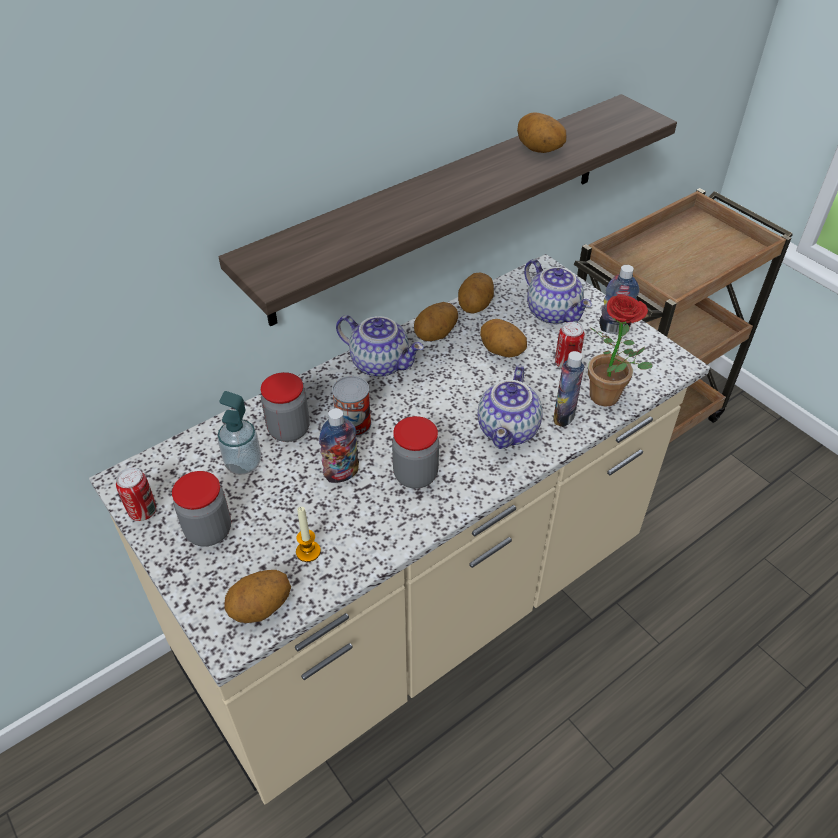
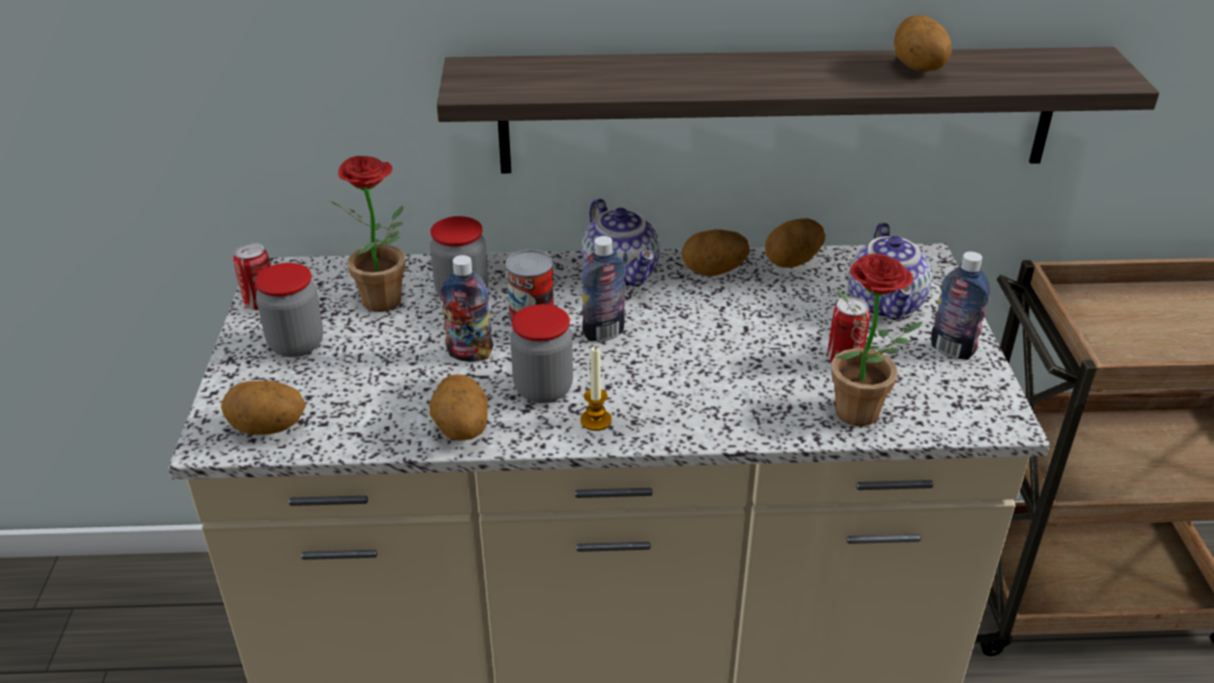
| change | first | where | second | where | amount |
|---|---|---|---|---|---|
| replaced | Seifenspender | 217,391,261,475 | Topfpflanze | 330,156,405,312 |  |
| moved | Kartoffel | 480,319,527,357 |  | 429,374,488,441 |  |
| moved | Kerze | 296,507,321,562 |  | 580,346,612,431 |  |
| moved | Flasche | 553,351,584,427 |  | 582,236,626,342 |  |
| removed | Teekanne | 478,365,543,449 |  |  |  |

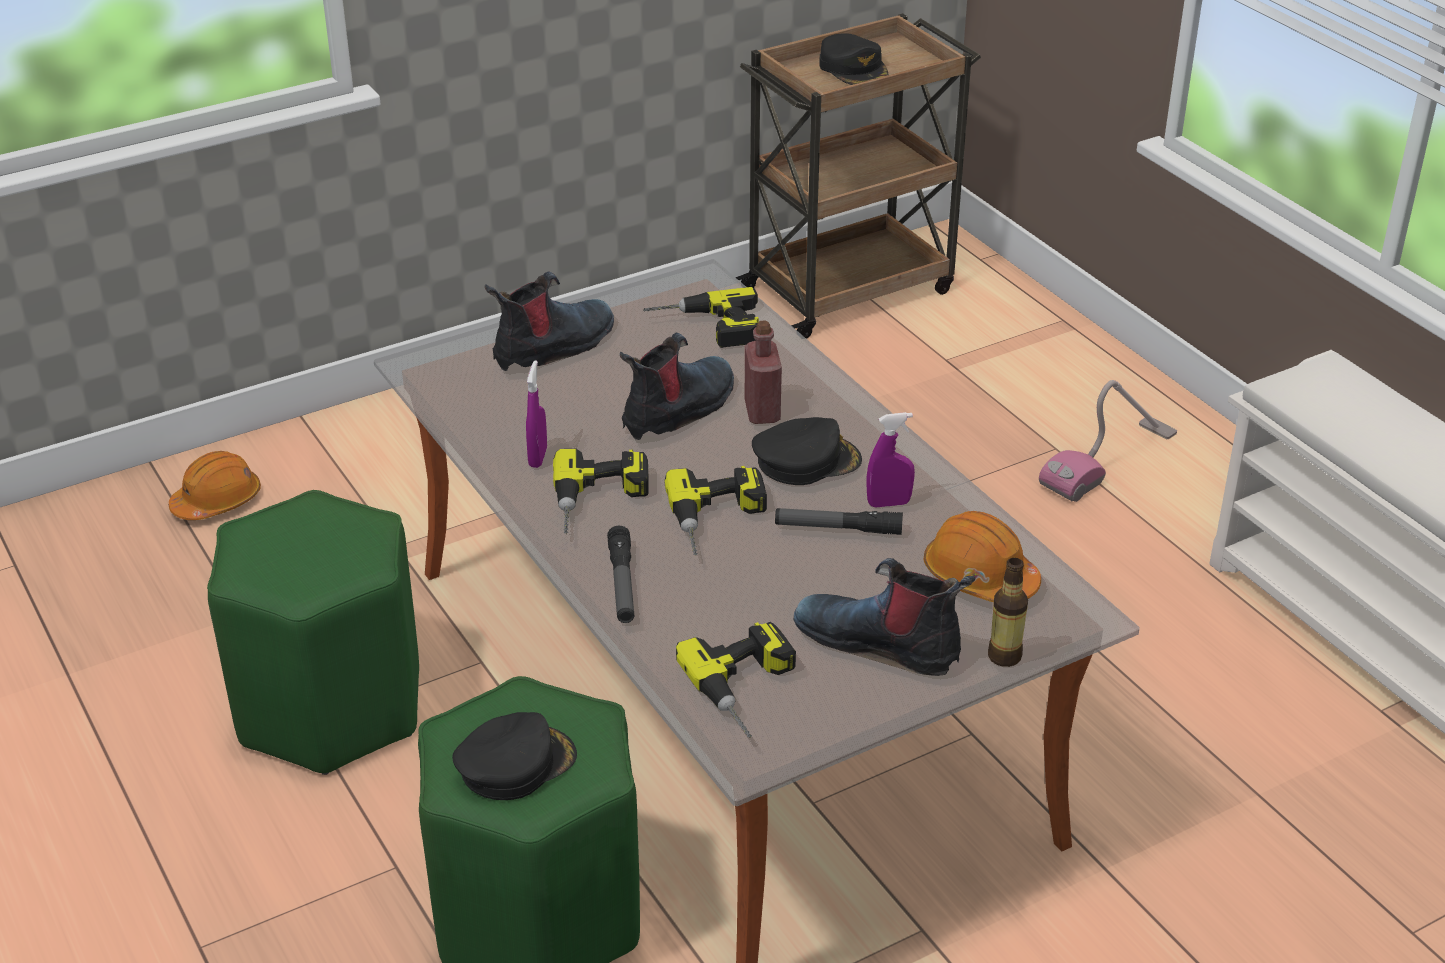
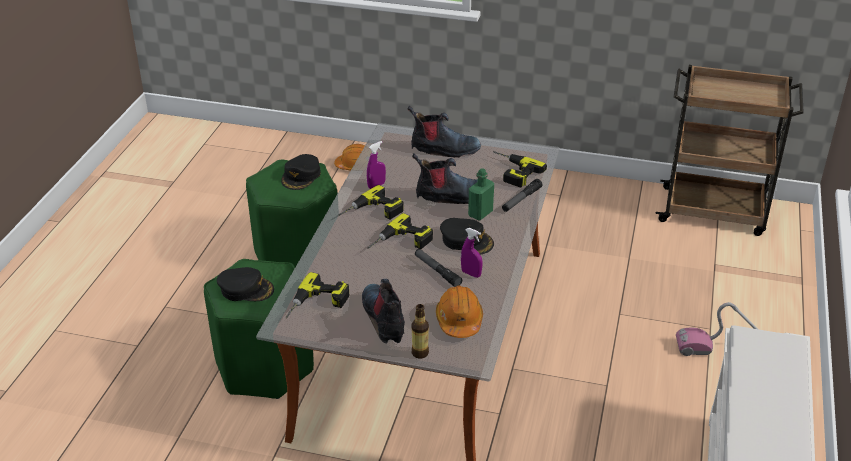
| change | first | where | second | where | amount |
|---|---|---|---|---|---|
| moved | Kappe (schwarz) | 819,34,889,85 |  | 281,154,321,190 |  |
| recoloured | Flasche (rot) | 745,320,782,424 | Flasche (grün) | 468,168,494,221 |  |
| moved | Taschenlampe | 607,526,634,623 |  | 502,179,542,212 |  |

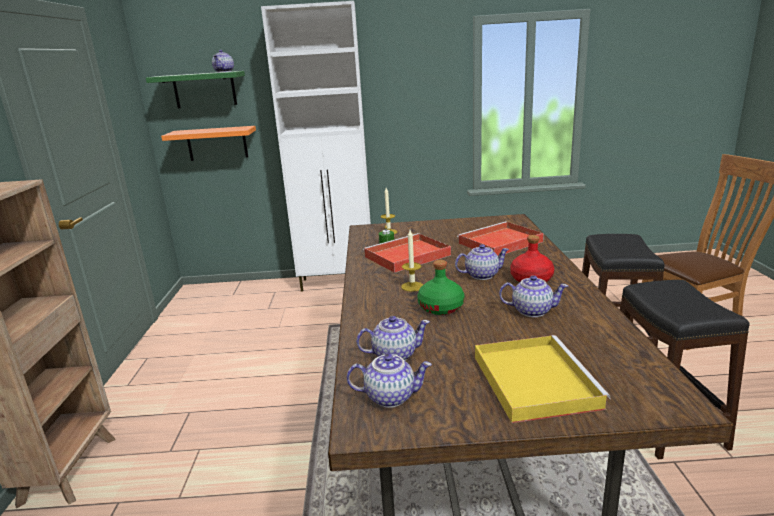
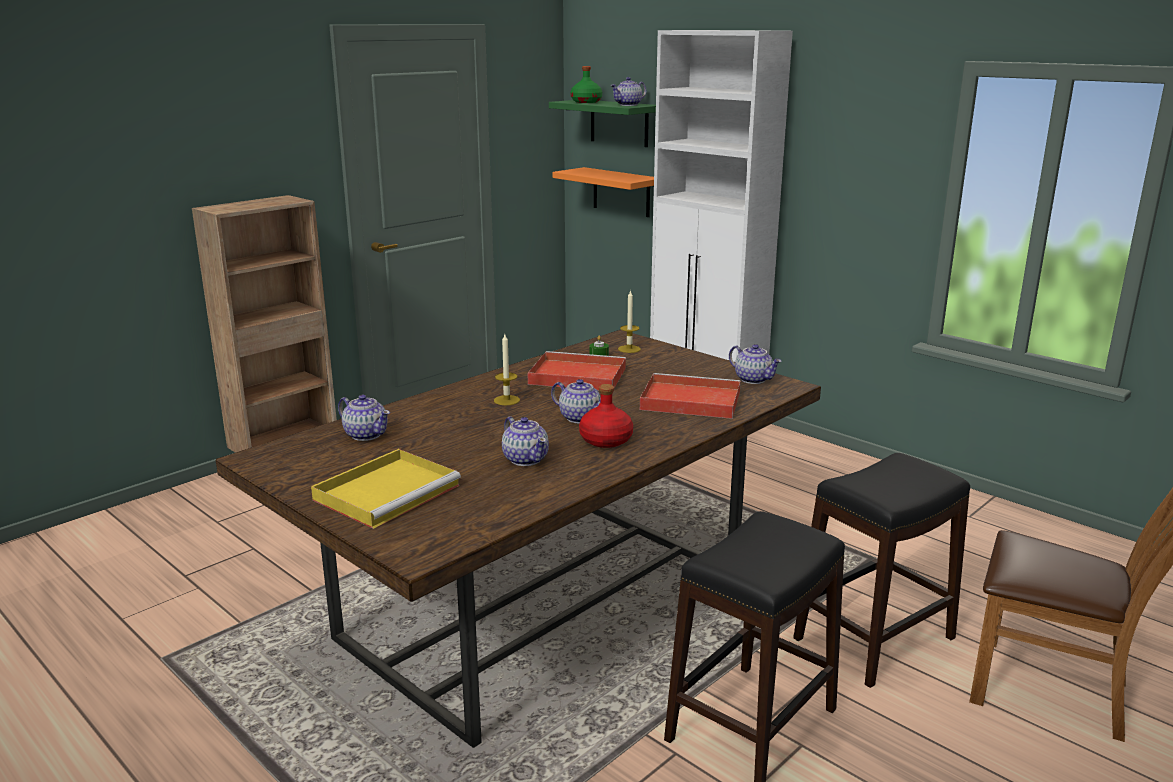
| change | first | where | second | where | amount |
|---|---|---|---|---|---|
| moved | Flasche (grün) | 417,260,464,315 |  | 571,66,602,103 |  |
| moved | Teekanne | 347,353,432,408 |  | 729,344,782,384 |  |

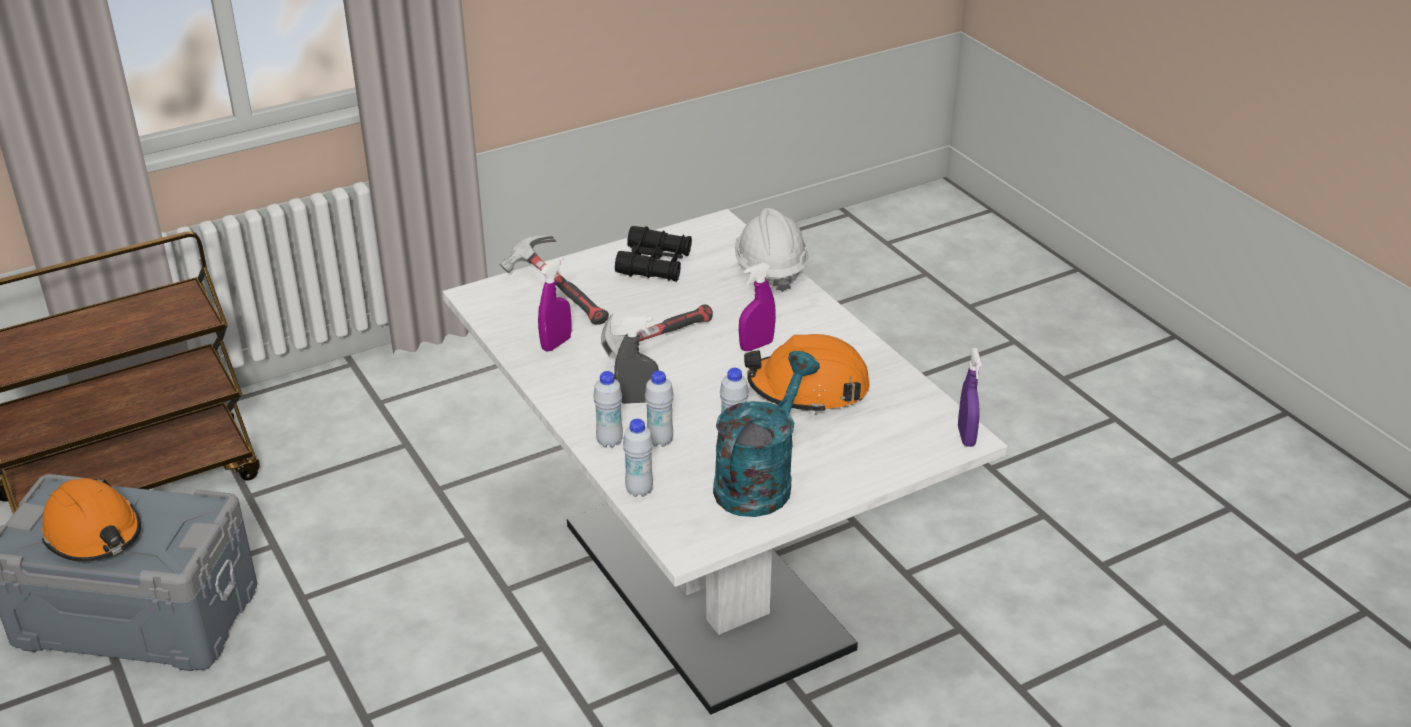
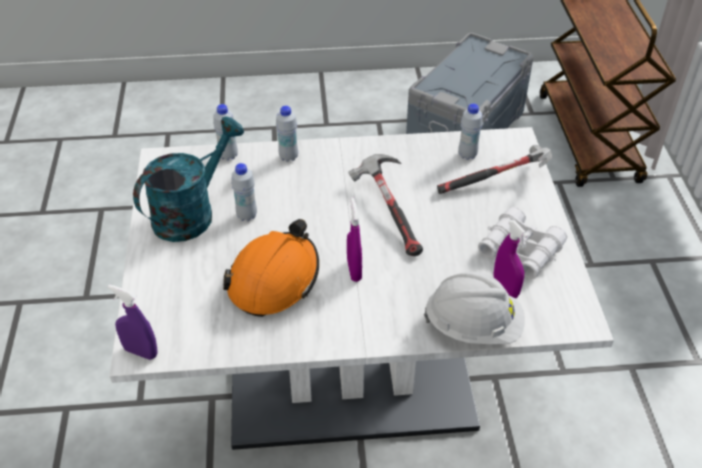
| change | first | where | second | where | amount |
|---|---|---|---|---|---|
| turned | Gießkanne (türkis) | 713,351,820,517 |  | 133,117,244,242 | 105 degrees counterclockwise |
| moved | Flasche (weiß) | 645,371,674,447 |  | 458,103,483,160 |  |
| recoloured | Fernglas (schwarz) | 615,226,692,282 | Fernglas (weiß) | 478,207,567,279 |  |
| moved | Sprühflasche (lila) | 538,257,571,352 |  | 494,220,529,298 |  |
| removed | Schutzhelm (orange) | 42,478,141,562 |  |  |  |
| removed | Sprühflasche (grau) | 614,316,659,404 |  |  |  |

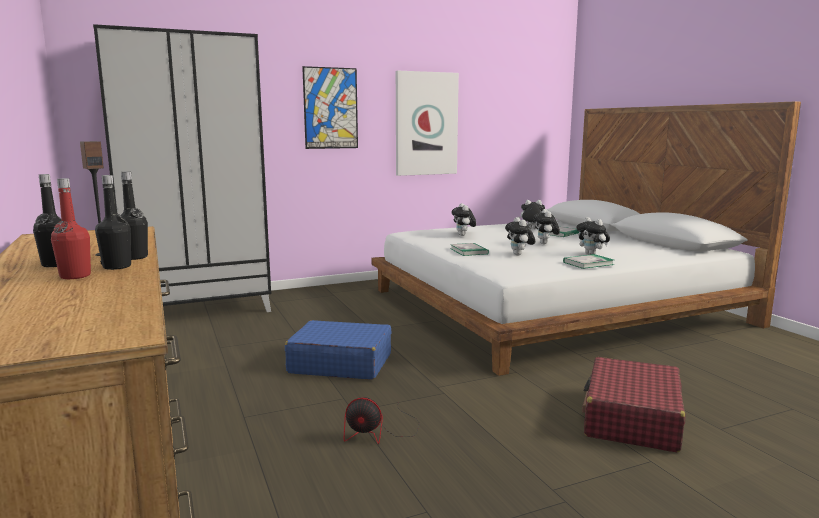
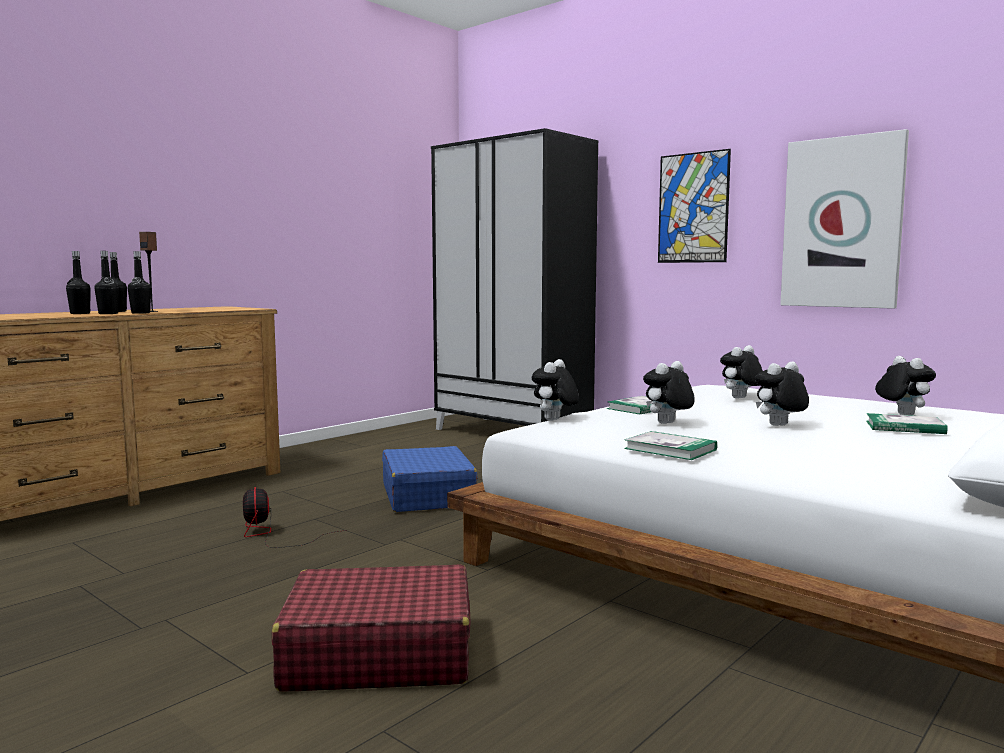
| change | first | where | second | where | amount |
|---|---|---|---|---|---|
| recoloured | Flasche (rot) | 51,178,91,279 | Flasche (schwarz) | 66,251,91,314 |  |
| moved | Plüschtier | 576,217,610,255 |  | 532,359,579,421 |  |

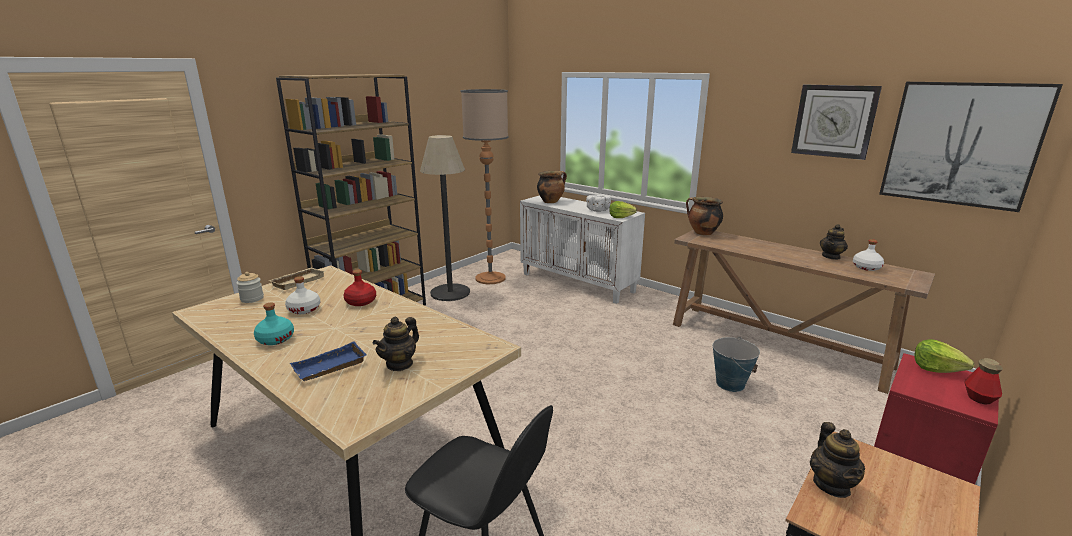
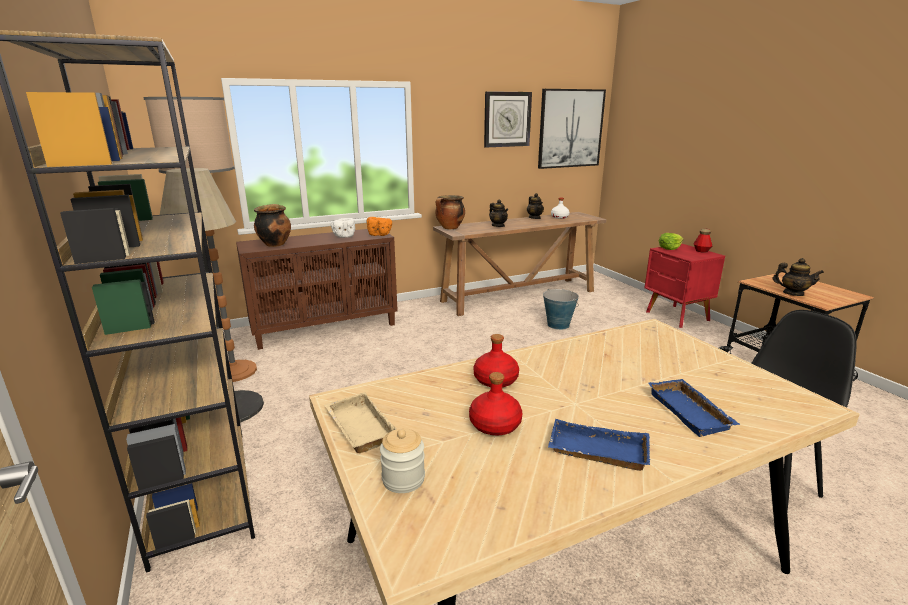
| change | first | where | second | where | amount |
|---|---|---|---|---|---|
| recoloured | Schrank (weiß) | 520,195,645,304 | Schrank (braun) | 236,229,398,350 |  |
| replaced | Salatkopf | 609,201,637,218 | Schüssel (orange) | 366,217,392,236 |  |
| recoloured | Flasche (weiß) | 285,276,320,314 | Flasche (rot) | 469,372,522,435 |  |
| moved | Teekanne | 373,317,419,371 |  | 489,200,508,227 |  |
| replaced | Flasche (türkis) | 254,303,294,345 | Tablett (blau) | 548,419,650,471 |  |

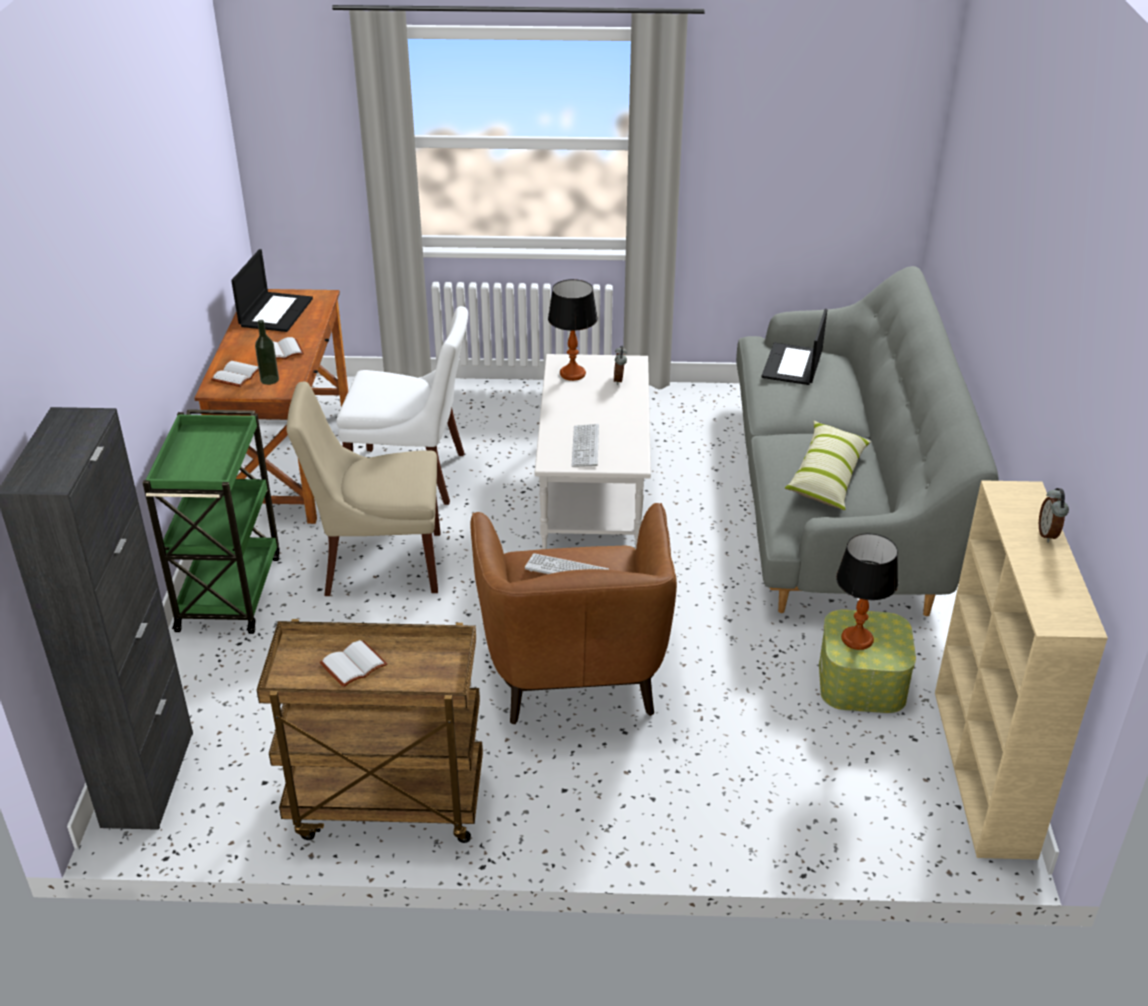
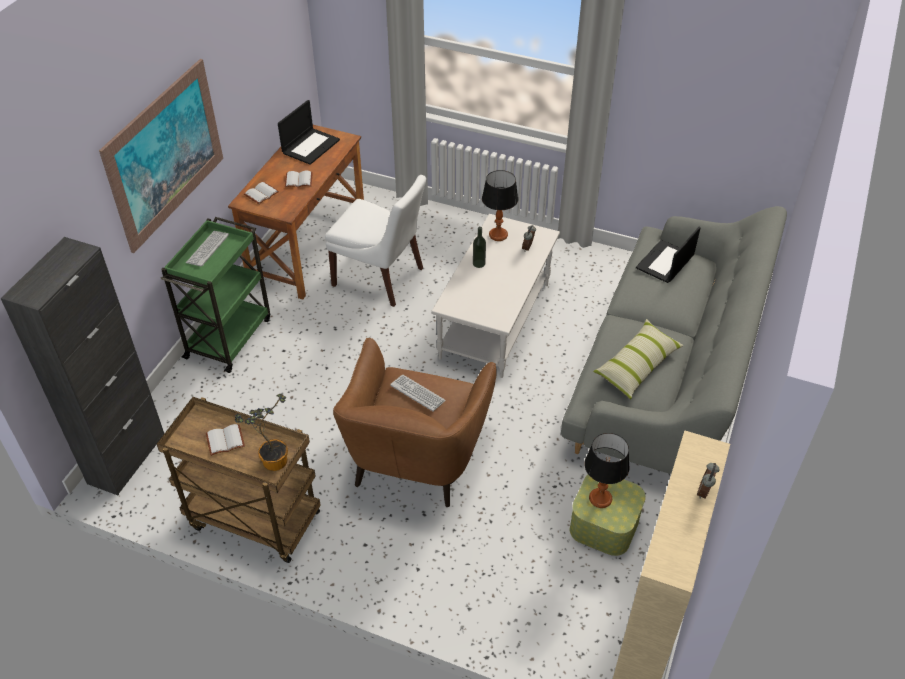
| change | first | where | second | where | amount |
|---|---|---|---|---|---|
| added |  |  | Bild | 99,59,223,253 |  |
| moved | Tastatur | 572,424,599,467 |  | 186,231,229,267 |  |
| added |  |  | Topfpflanze | 235,393,288,471 |  |
| moved | Flasche | 255,320,279,385 |  | 473,227,486,268 |  |
| removed | Stuhl (beige) | 287,382,440,596 |  |  |  |

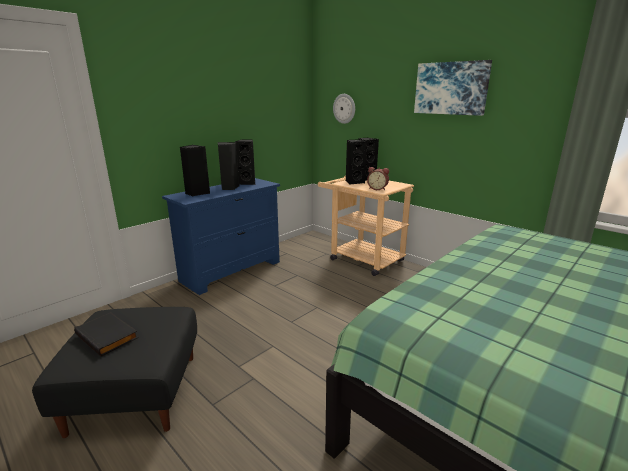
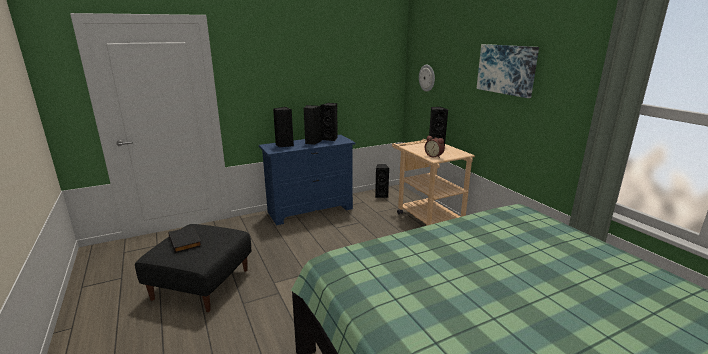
| change | first | where | second | where | amount |
|---|---|---|---|---|---|
| moved | Lautsprecher (schwarz) | 346,140,367,185 |  | 375,164,389,198 |  |

